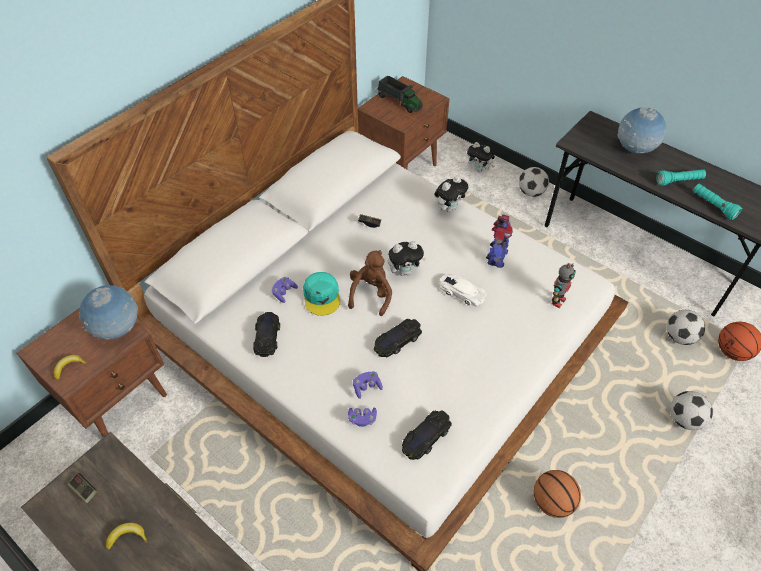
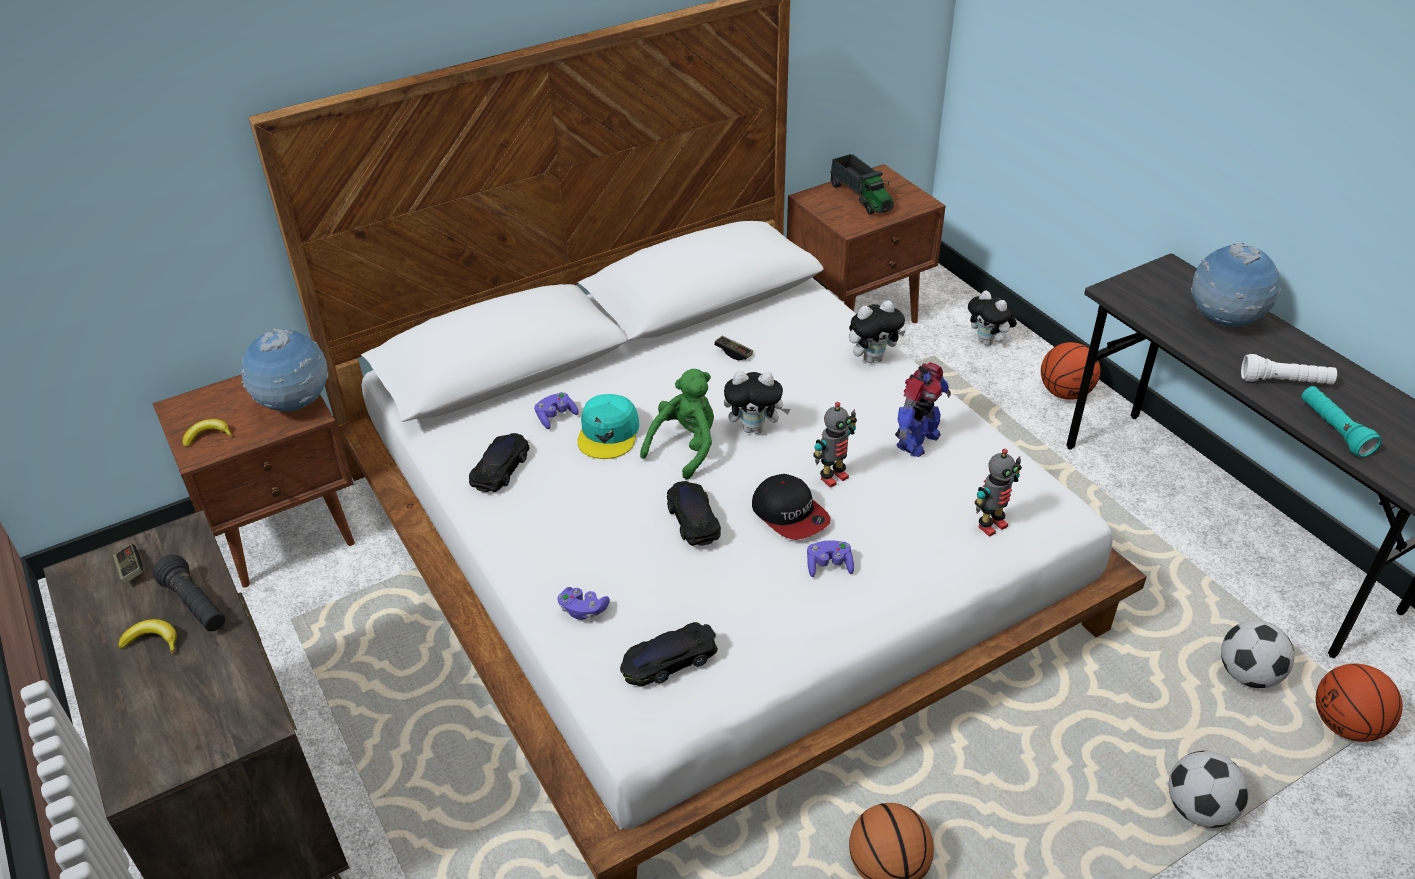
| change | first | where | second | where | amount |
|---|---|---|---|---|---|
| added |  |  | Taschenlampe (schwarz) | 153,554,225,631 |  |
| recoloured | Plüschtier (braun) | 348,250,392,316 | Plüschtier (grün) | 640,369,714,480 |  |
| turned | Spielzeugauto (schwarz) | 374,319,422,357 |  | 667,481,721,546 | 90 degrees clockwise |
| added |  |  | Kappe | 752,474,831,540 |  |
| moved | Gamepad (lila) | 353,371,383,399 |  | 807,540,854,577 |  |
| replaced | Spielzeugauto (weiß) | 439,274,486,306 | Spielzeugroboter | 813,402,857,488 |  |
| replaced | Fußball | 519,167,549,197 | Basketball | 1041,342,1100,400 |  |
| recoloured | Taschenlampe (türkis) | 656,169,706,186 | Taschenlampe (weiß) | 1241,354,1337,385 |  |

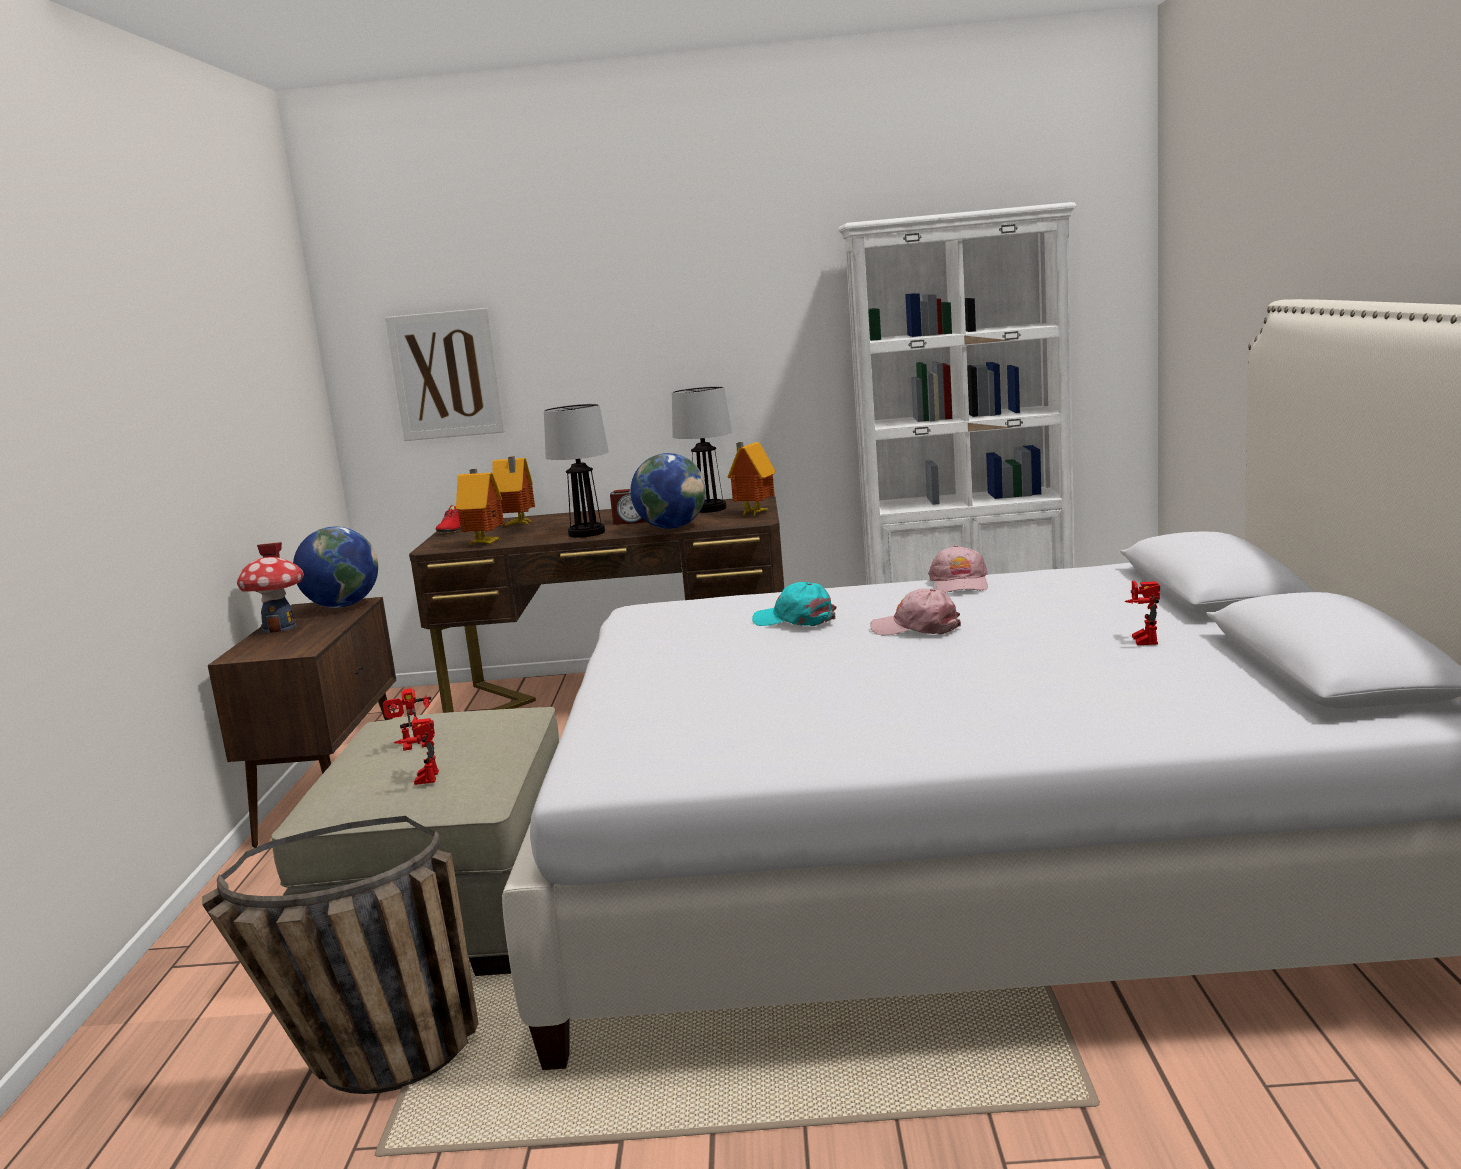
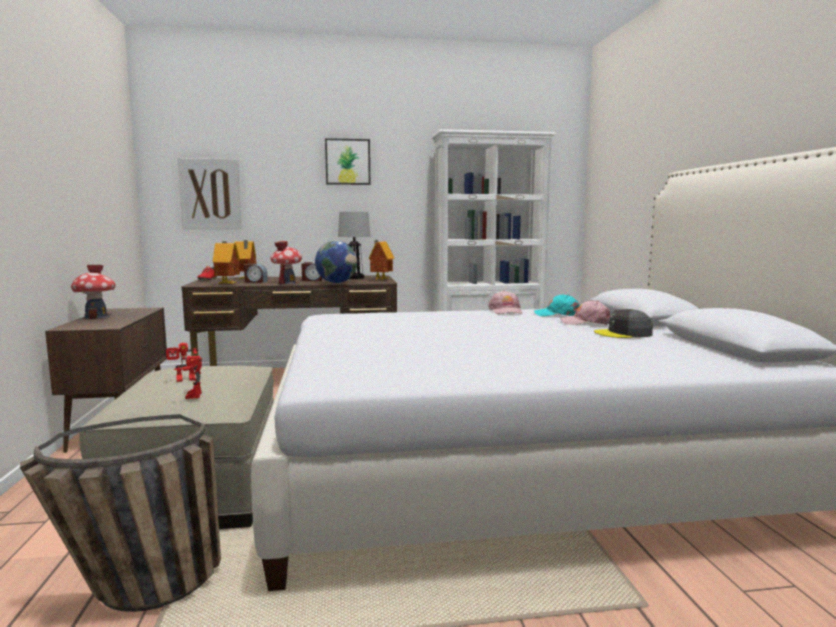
| change | first | where | second | where | amount |
|---|---|---|---|---|---|
| added |  |  | Wecker | 244,263,268,283 |  |
| replaced | Tischlampe | 544,404,609,537 | Spielzeughaus | 270,241,302,284 |  |
| added |  |  | Bild | 325,138,370,185 |  |
| moved | Kappe (türkis) | 752,582,837,626 |  | 534,294,579,316 |  |
| moved | Kappe (rosa) | 870,588,961,636 |  | 560,301,610,325 |  |
| replaced | Spielzeugroboter | 1124,581,1160,645 | Kappe (grau) | 594,309,653,338 |  |
| removed | Globus | 293,527,378,608 |  |  |  |

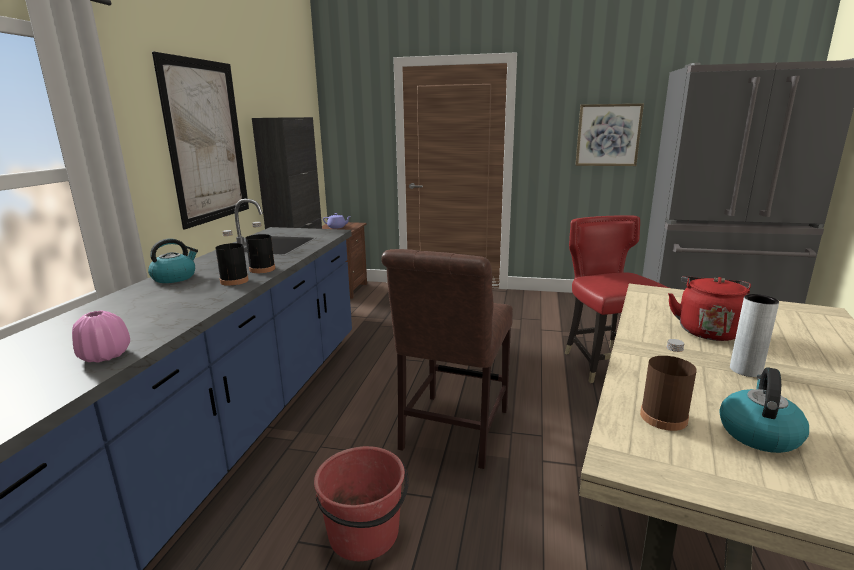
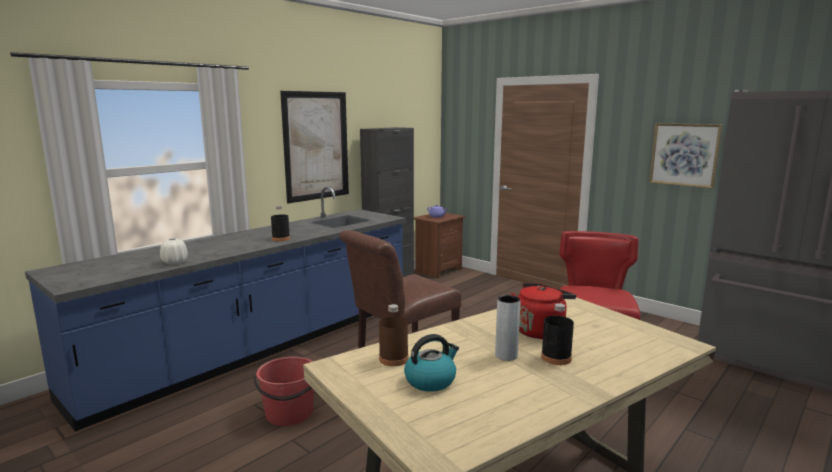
| change | first | where | second | where | amount |
|---|---|---|---|---|---|
| recoloured | Vase (rosa) | 72,311,130,363 | Vase (weiß) | 160,238,188,264 |  |
| moved | Flasche (schwarz) | 246,222,275,273 |  | 541,303,574,365 |  |
| removed | Wasserkessel | 148,238,198,283 |  |  |  |

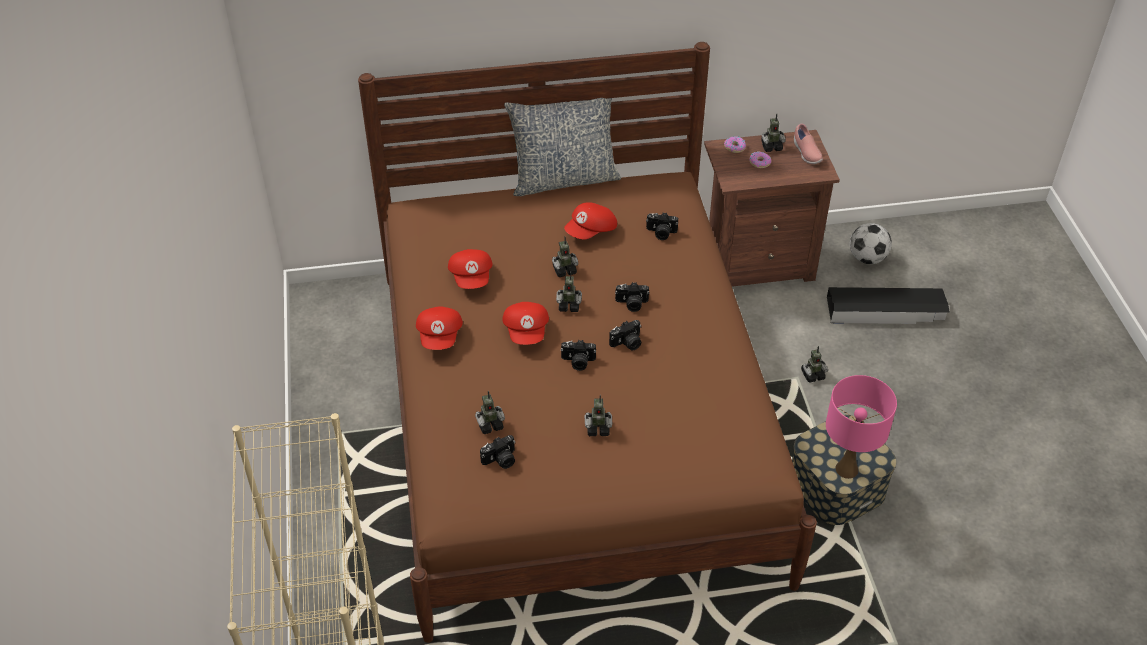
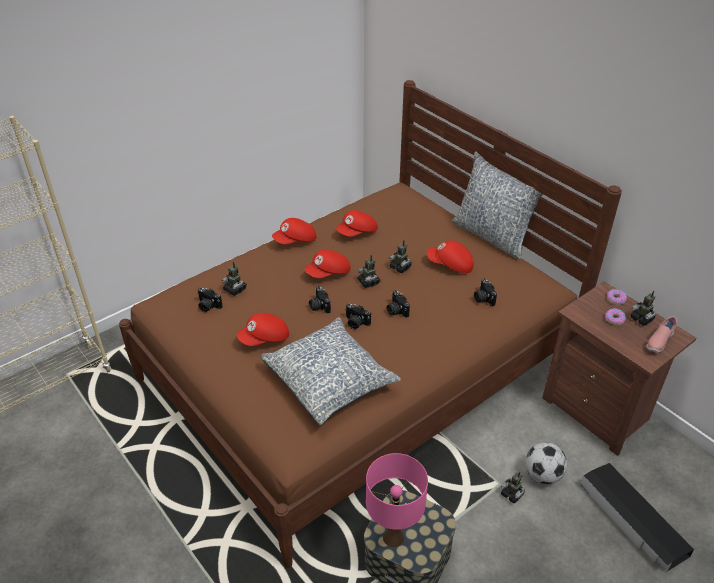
| change | first | where | second | where | amount |
|---|---|---|---|---|---|
| replaced | Spielzeugroboter | 585,395,612,436 | Kappe (rot) | 237,313,289,346 |  |
| added |  |  | Kissen | 261,317,401,425 |  |
| moved | Fußball | 850,223,892,264 |  | 525,442,567,484 |  |

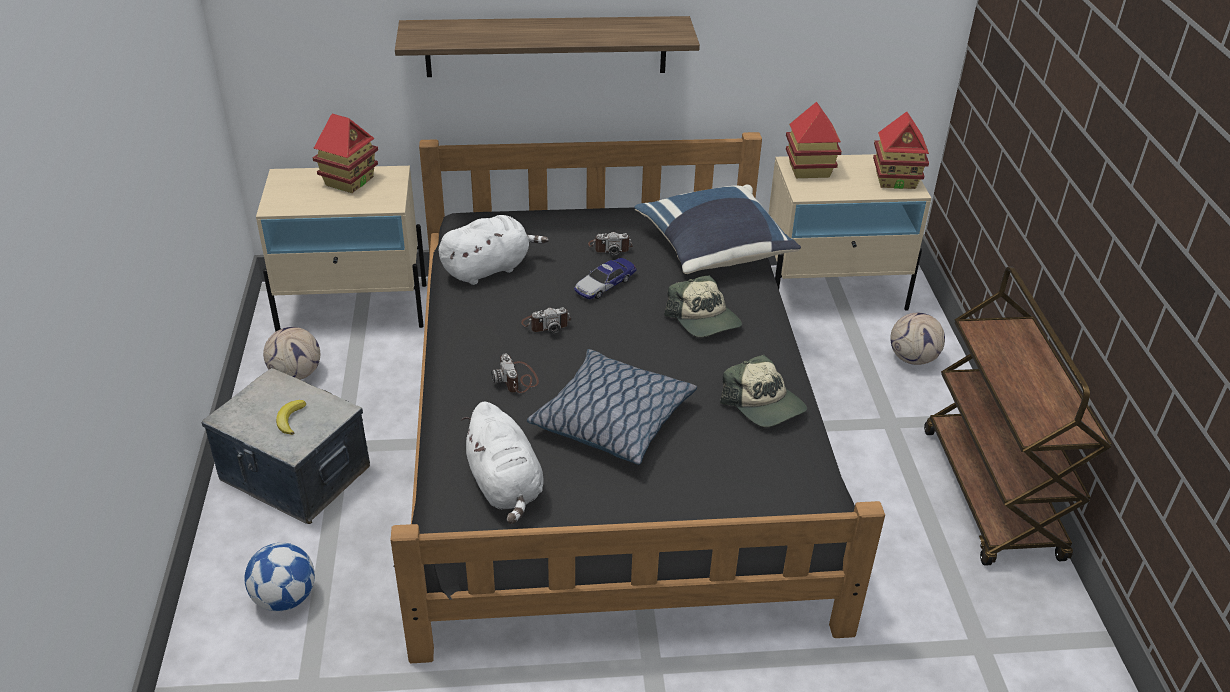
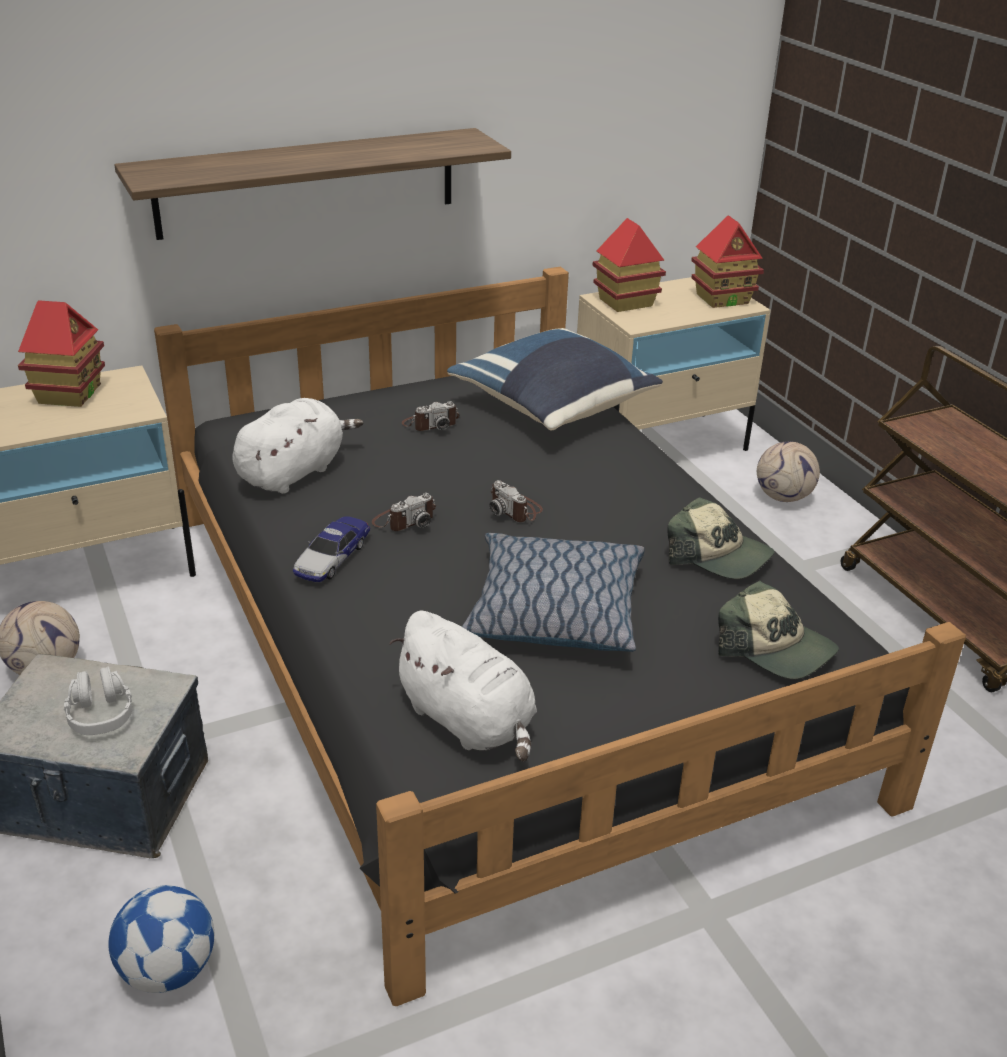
| change | first | where | second | where | amount |
|---|---|---|---|---|---|
| replaced | Banane | 276,400,306,435 | Kopfhörer (grau) | 64,666,132,735 |  |
| moved | Spielzeugauto | 574,258,637,299 |  | 293,516,370,582 |  |
| moved | Kamera | 491,353,539,393 |  | 489,480,543,522 |  |
| moved | Kappe | 664,275,742,337 |  | 718,581,839,679 |  |

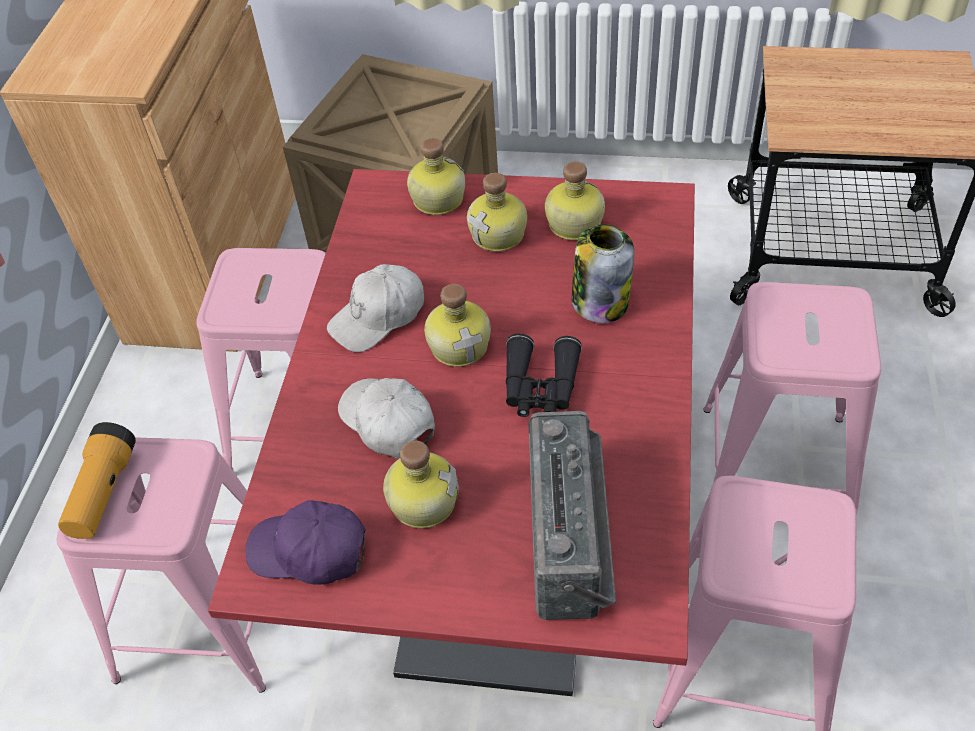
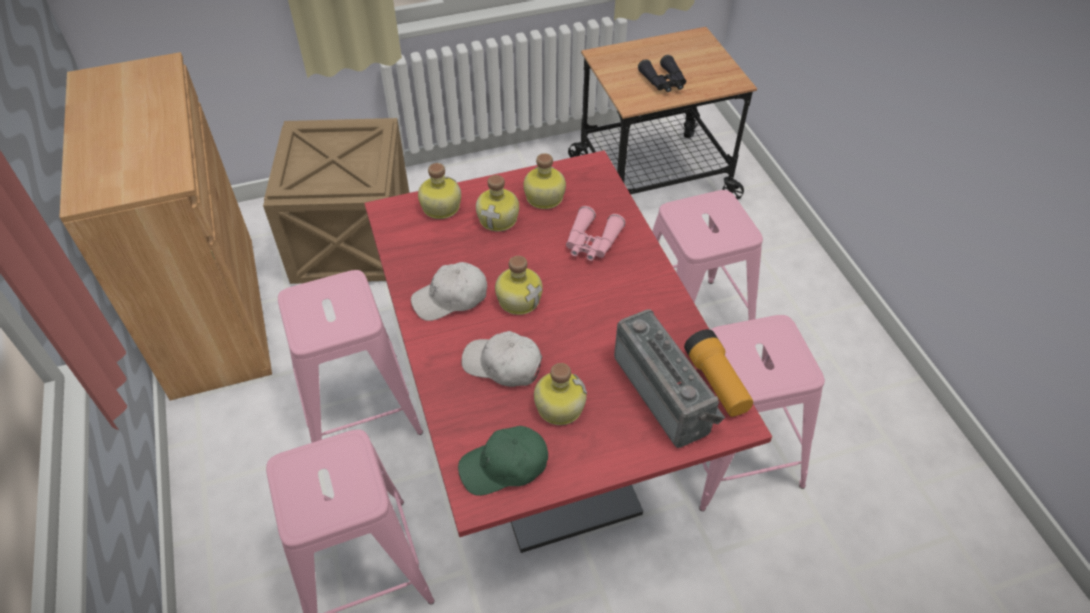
| change | first | where | second | where | amount |
|---|---|---|---|---|---|
| turned | Kappe (weiß) | 327,264,424,352 |  | 411,262,487,321 | 45 degrees clockwise |
| recoloured | Kappe (lila) | 245,500,365,585 | Kappe (grün) | 458,426,548,496 |  |
| replaced | Vorratsglas | 572,224,634,323 | Fernglas (rosa) | 566,206,625,261 |  |
| moved | Fernglas (schwarz) | 506,333,582,417 |  | 638,55,686,92 |  |
| moved | Taschenlampe | 58,422,136,539 |  | 684,329,753,417 |  |

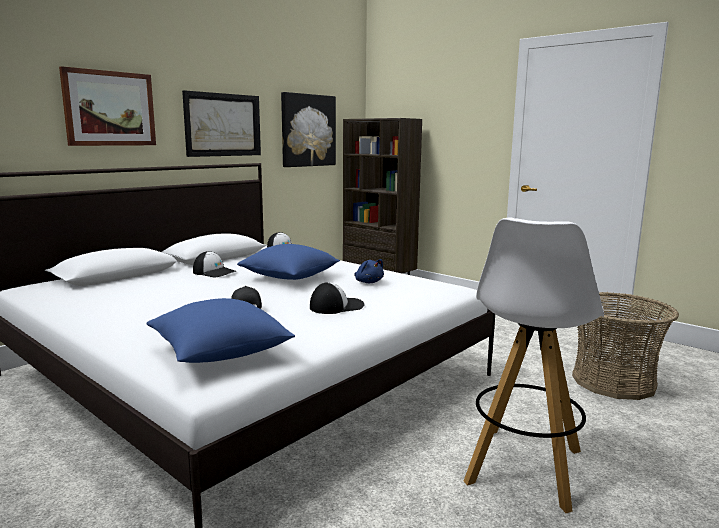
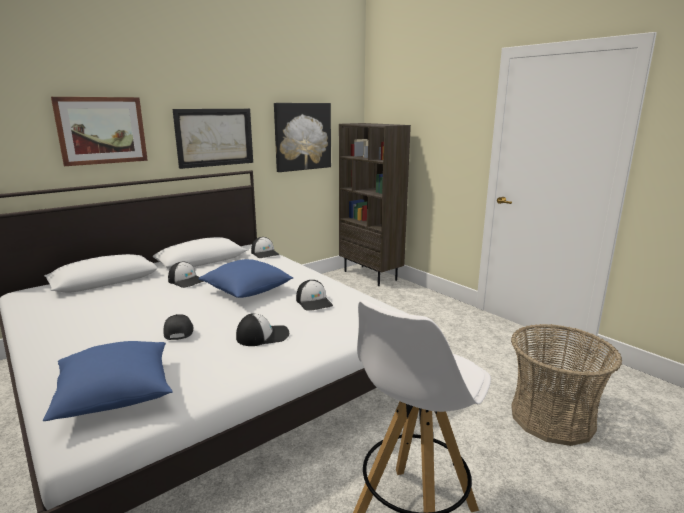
| change | first | where | second | where | amount |
|---|---|---|---|---|---|
| replaced | Plüschtier (blau) | 354,259,384,283 | Kappe | 296,280,333,311 |  |

